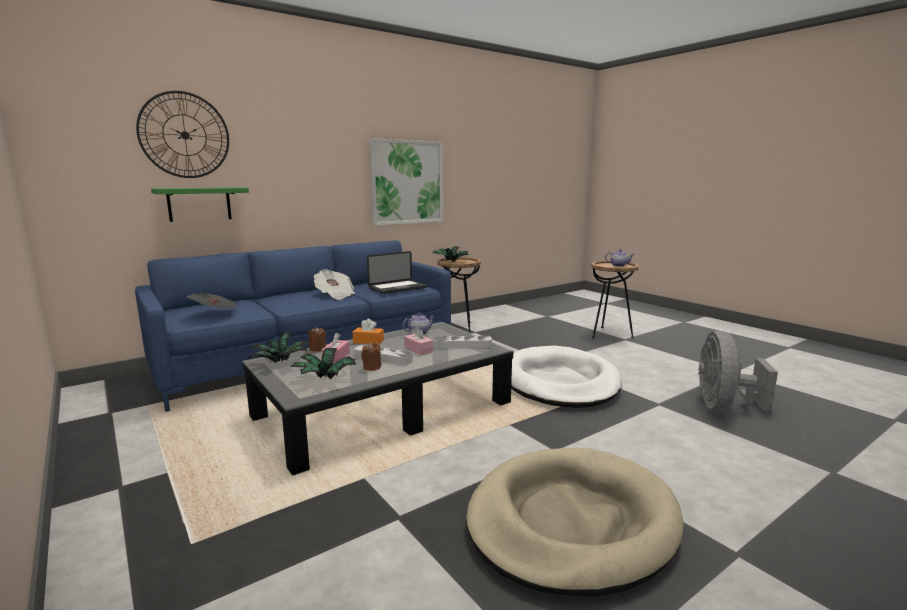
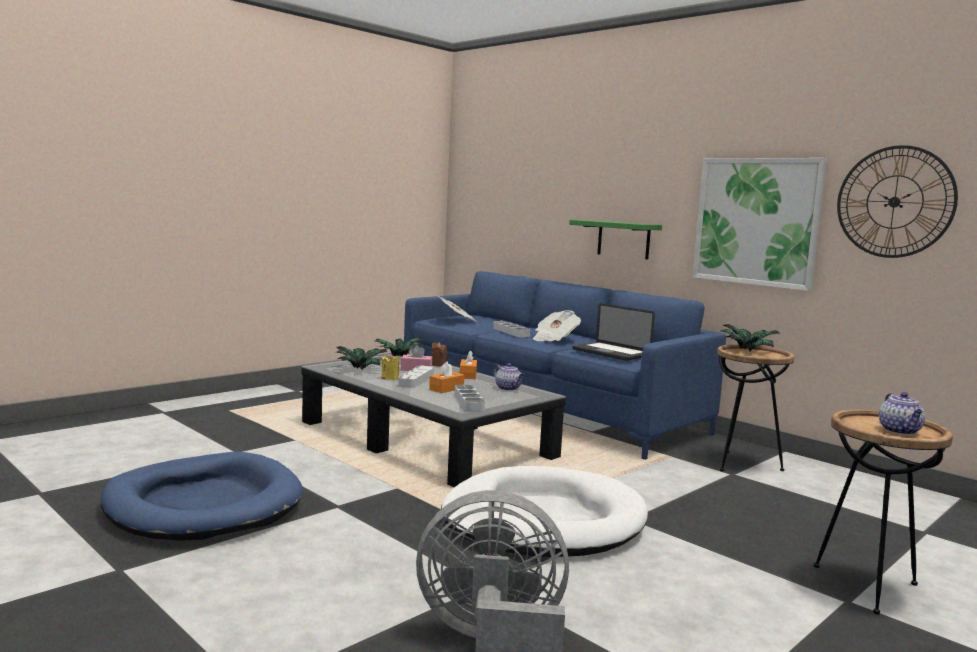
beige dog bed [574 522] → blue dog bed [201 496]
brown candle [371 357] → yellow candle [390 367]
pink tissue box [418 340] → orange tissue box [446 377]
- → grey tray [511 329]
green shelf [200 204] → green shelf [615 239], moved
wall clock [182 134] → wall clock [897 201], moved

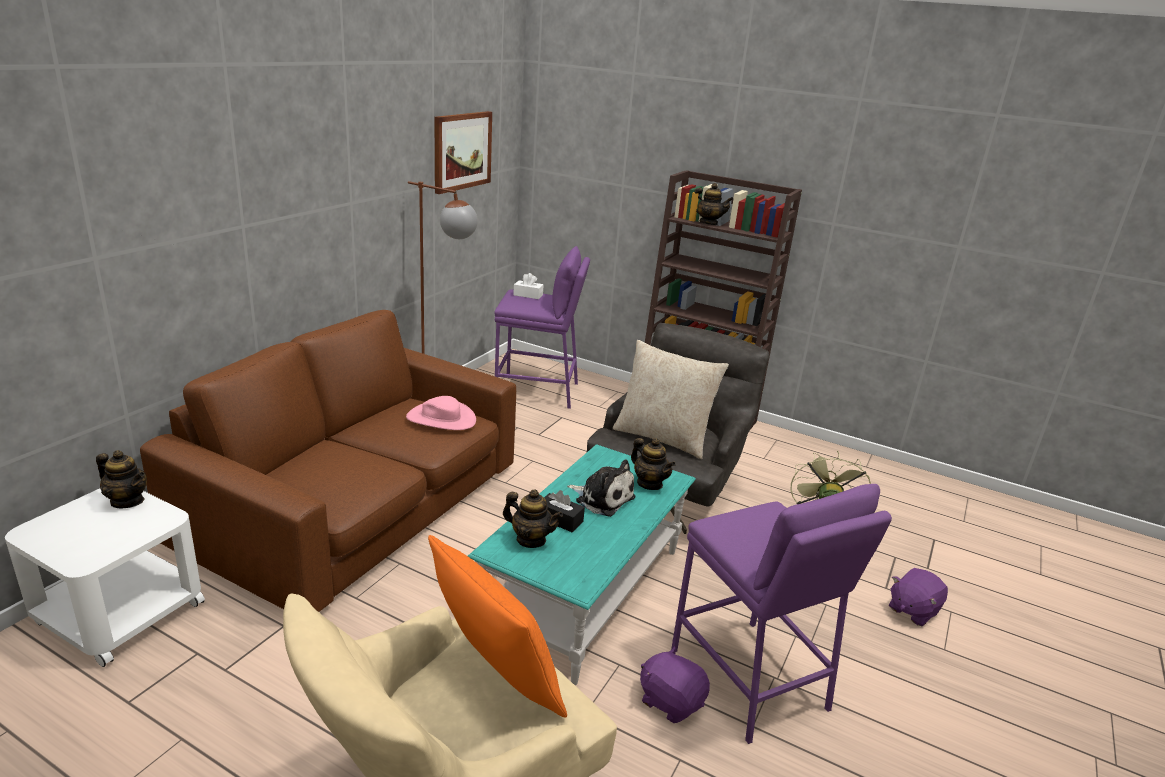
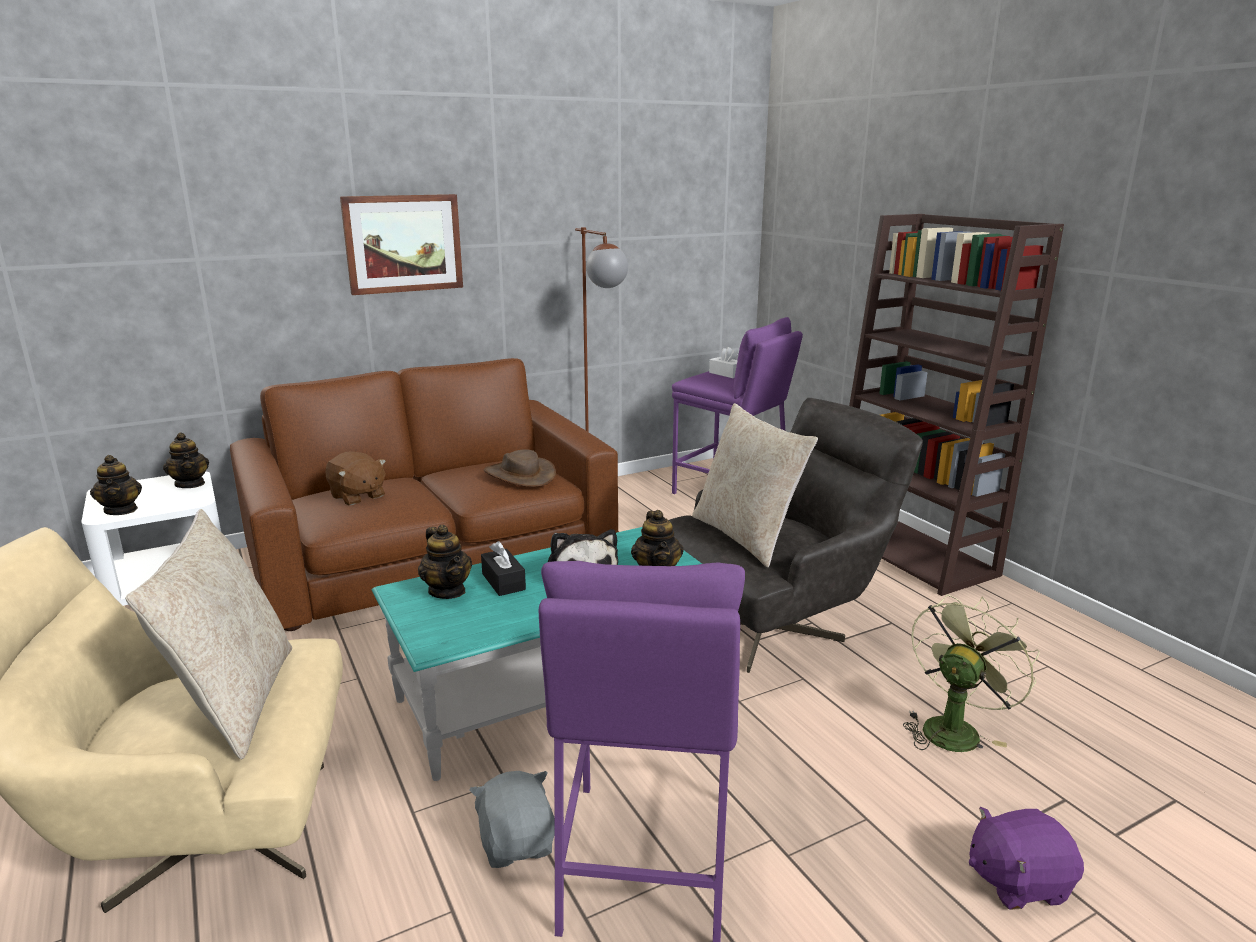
teapot [714 204] → teapot [116 485], moved
orange pillow [497 626] → beige pillow [208 634]
- → brown plush toy [356 478]
picture [463 152] → picture [401 244], moved
purple plush toy [675 684] → grey plush toy [512 819]
pink hat [441 413] → brown hat [520 468]

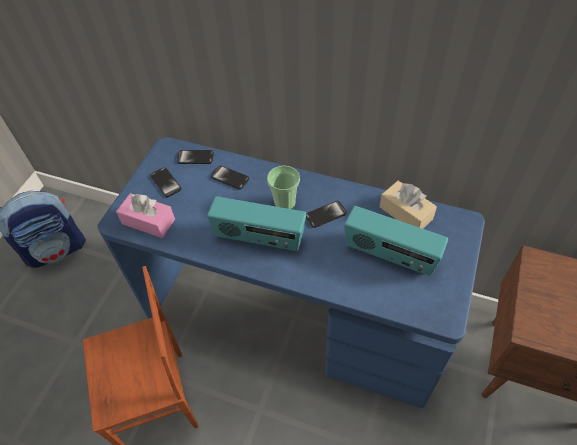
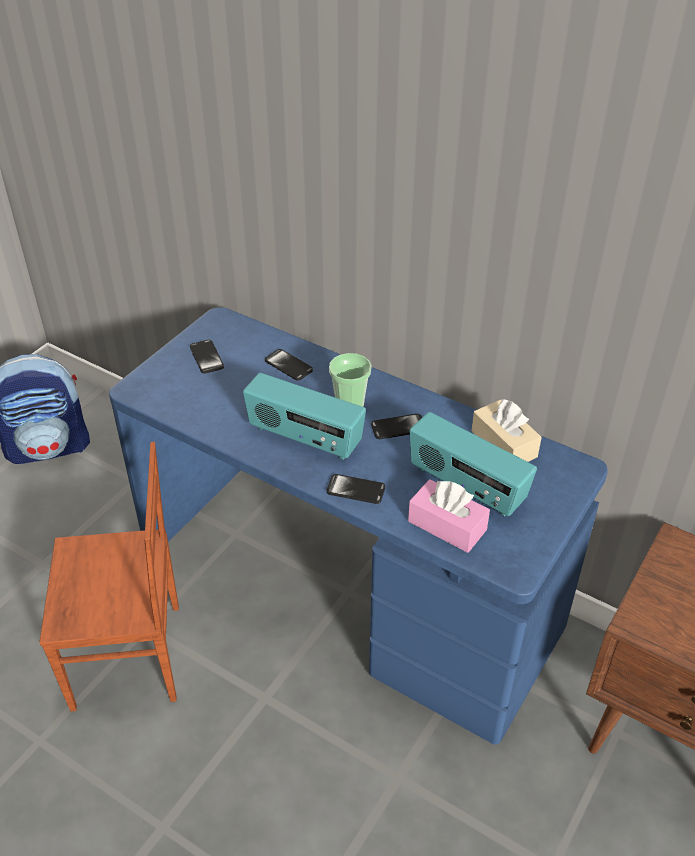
phone [195 157] → phone [356 489], moved
pink tissue box [145 215] → pink tissue box [449 516], moved

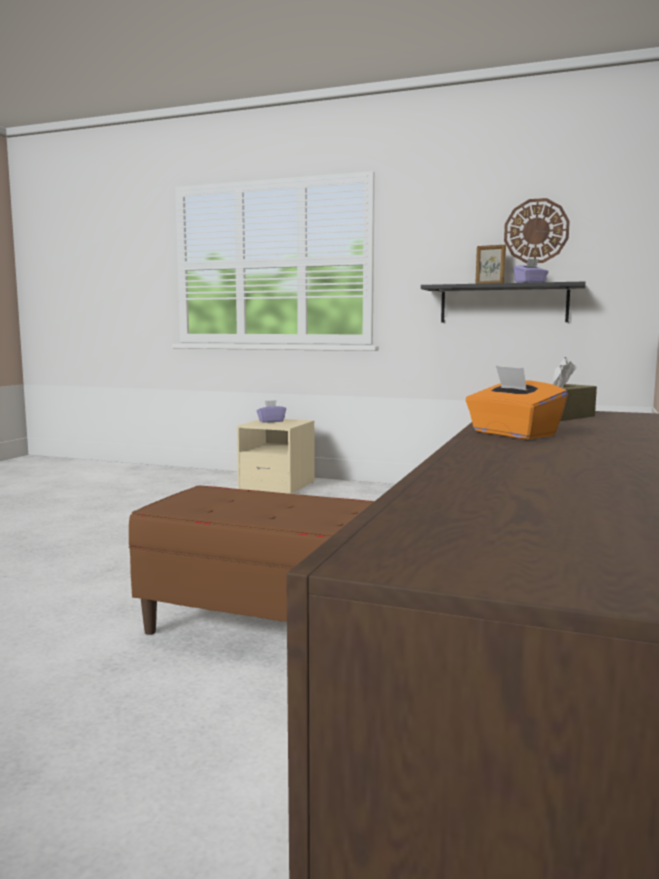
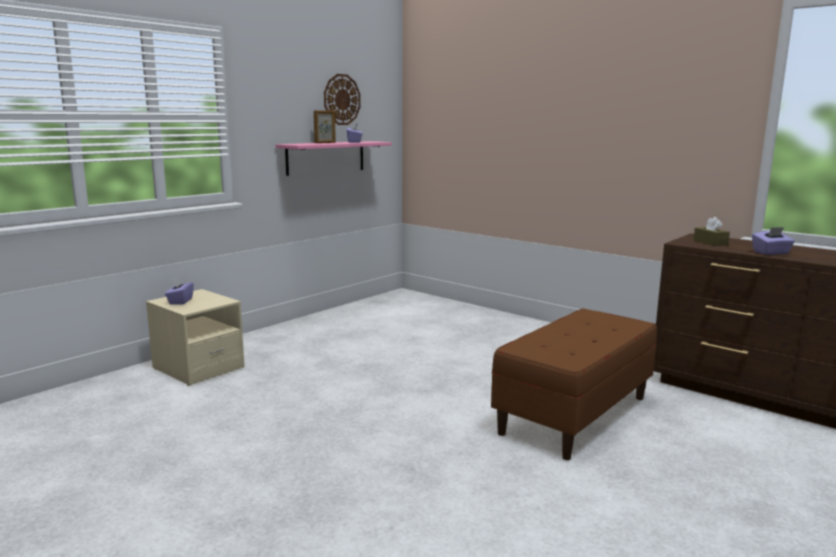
black shelf [503 302] → pink shelf [334 158]
orange tissue box [516 402] → purple tissue box [773 241]

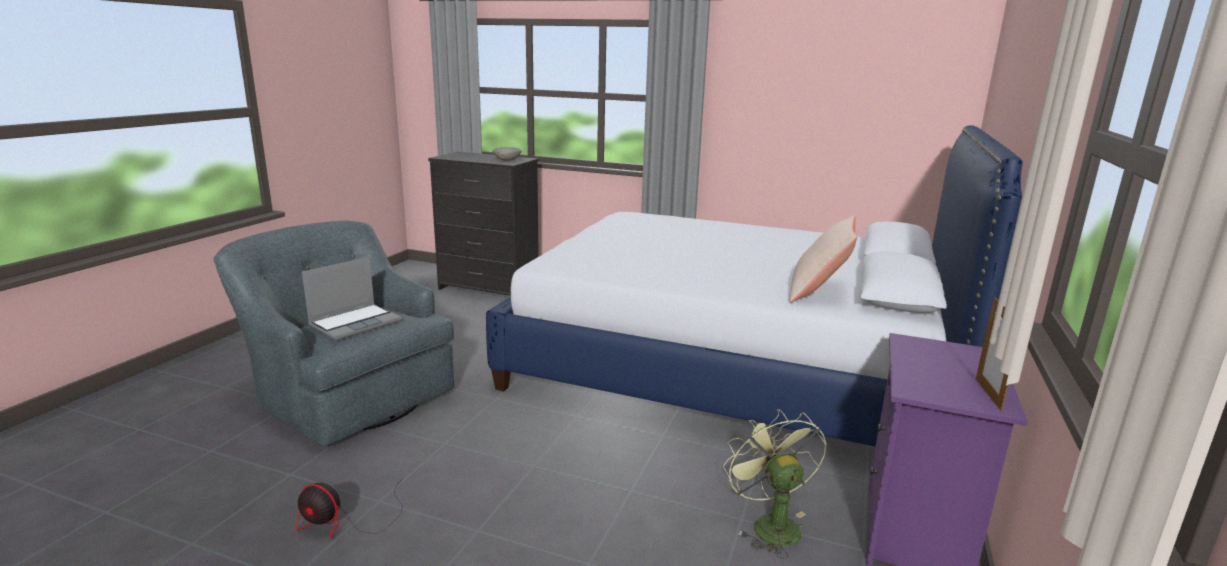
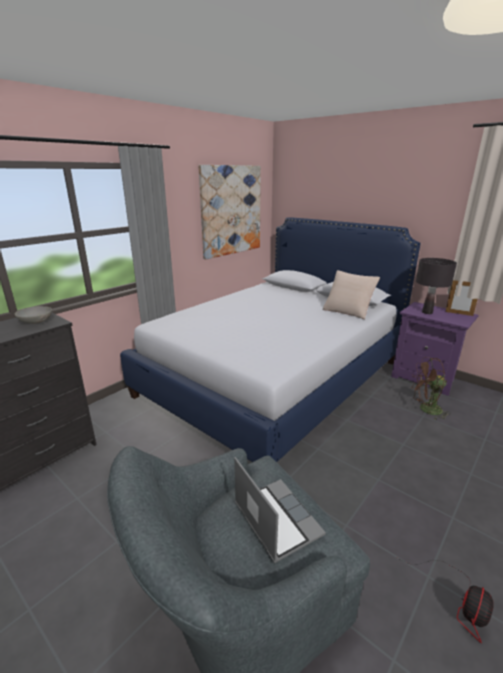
- → picture [229 212]
green fan [775 484] → brown fan [431 388]
- → black table lamp [436 286]

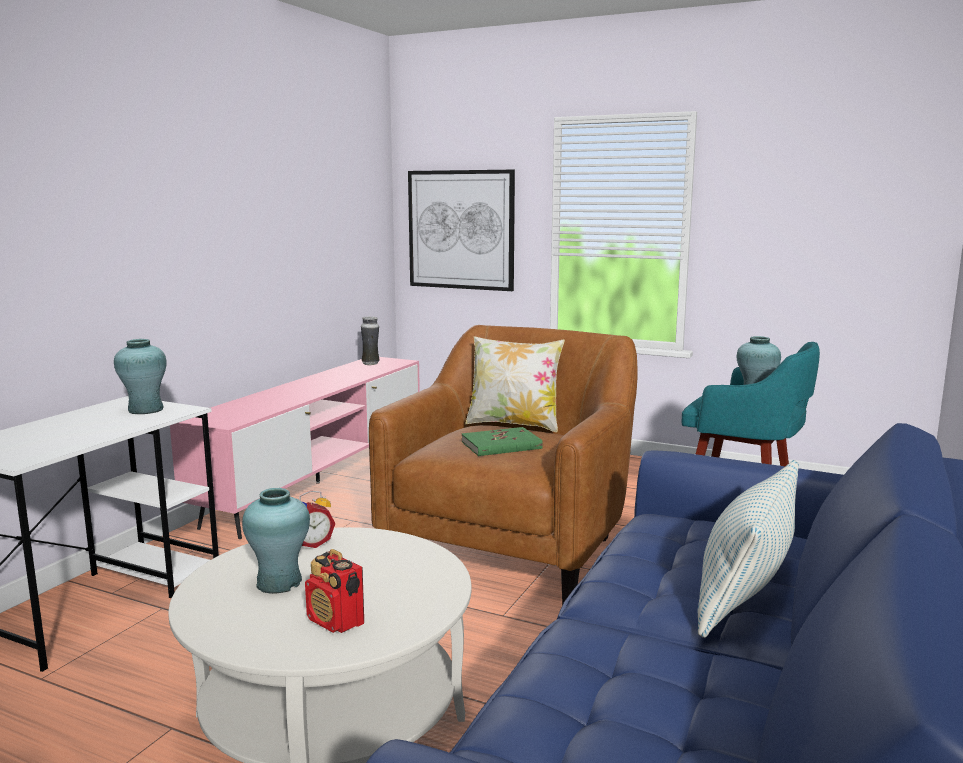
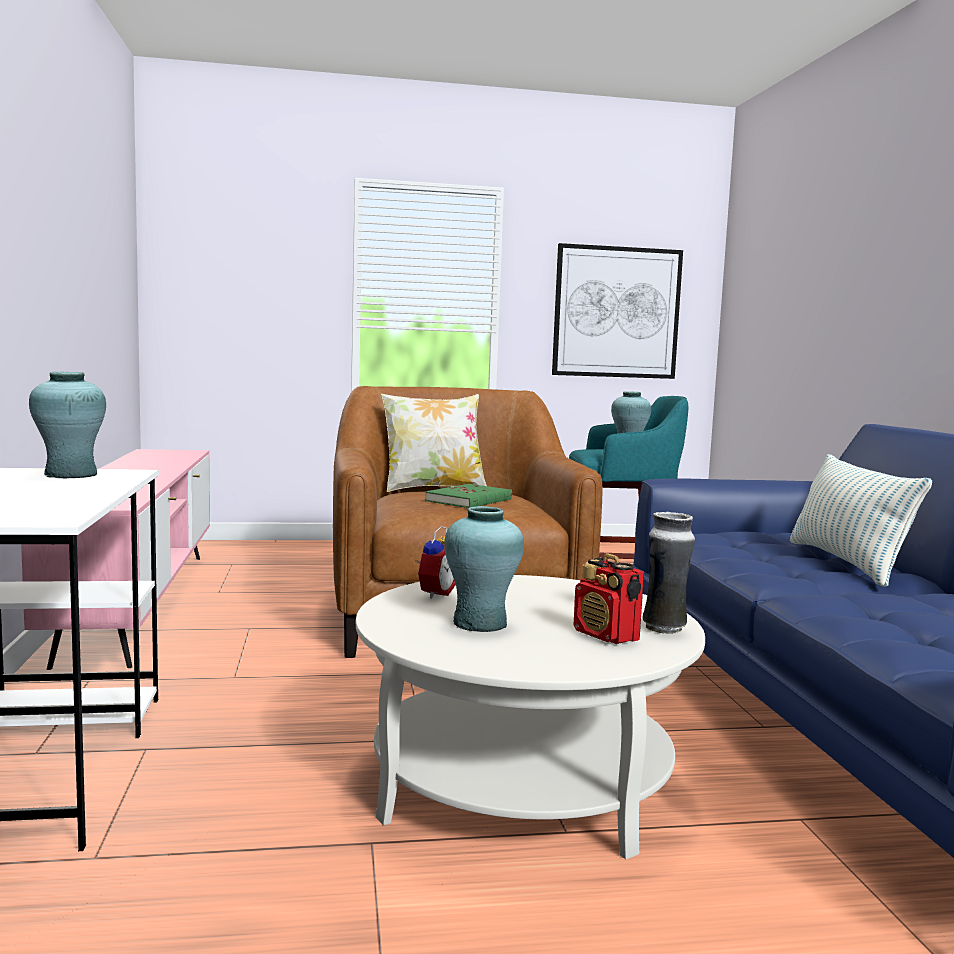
picture [461 230] → picture [617 311], moved
radio [334 591] → radio [609 598], 45 degrees clockwise
vase [370 341] → vase [669 573], moved

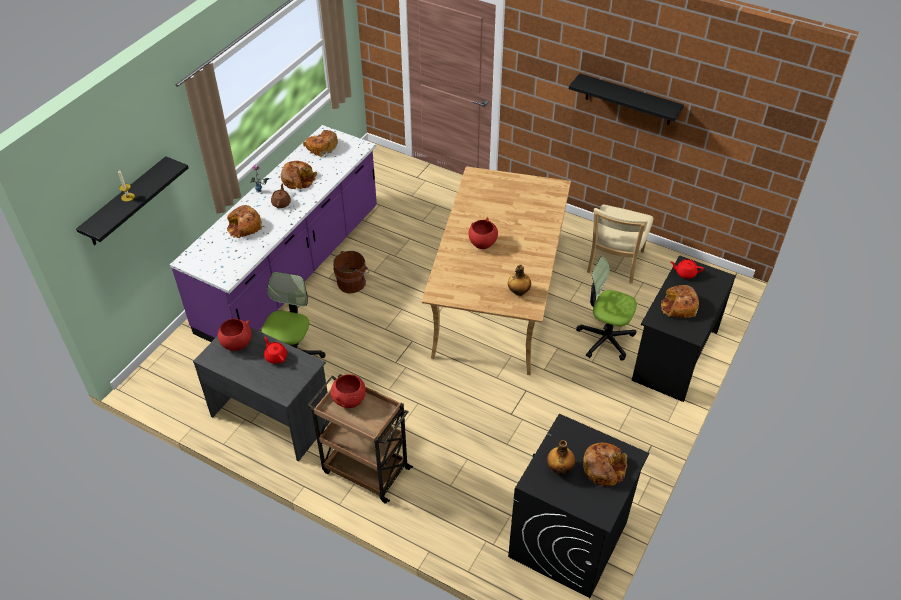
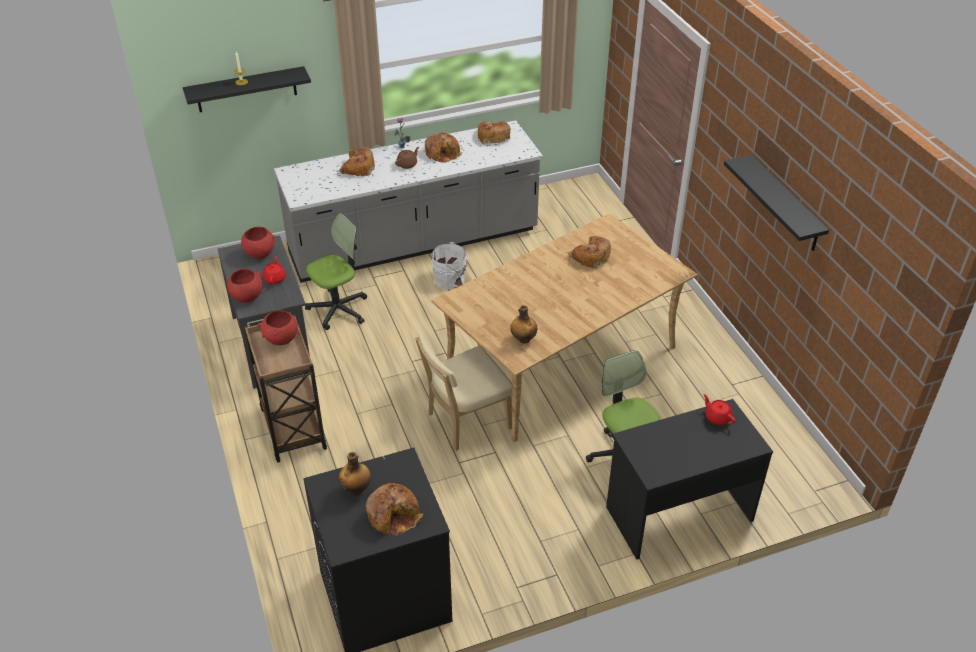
red bowl [483 233] → red bowl [245 286], moved
purple counter [273 233] → grey counter [408 201]
beige chair [620 244] → beige chair [463 391], moved
brown bucket [351 272] → white bucket [450 265]
bread [680 301] → bread [589 252], moved

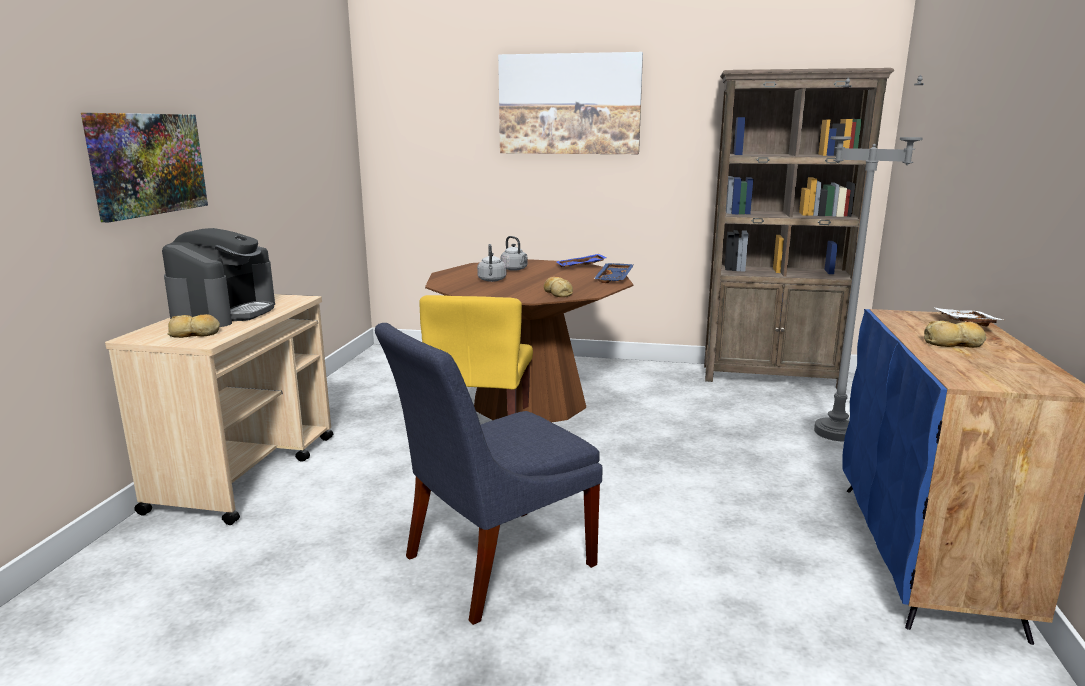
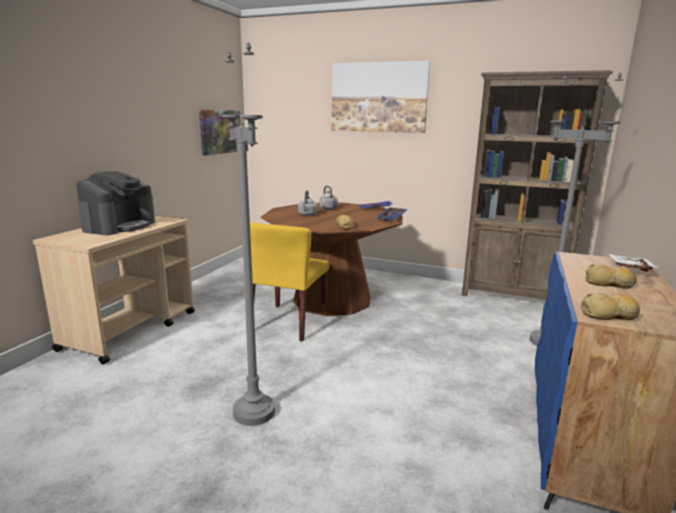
picture [144 167] → picture [219 132], moved
blue chair [489 474] → grey floor lamp [248 234]
bread [194 326] → bread [610 306], moved

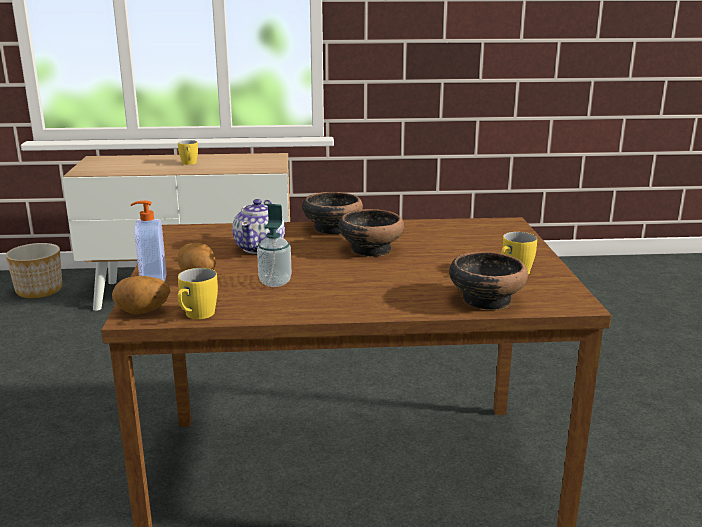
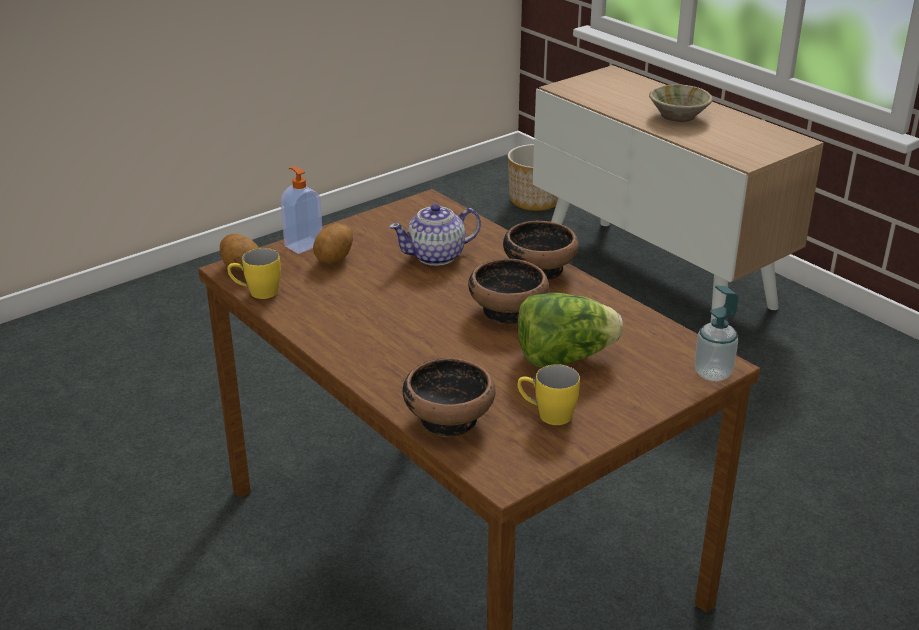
- → lettuce [570 330]
yellow mug [188 152] → beige bowl [681 103]
soap dispenser [274 245] → soap dispenser [716 333], moved

